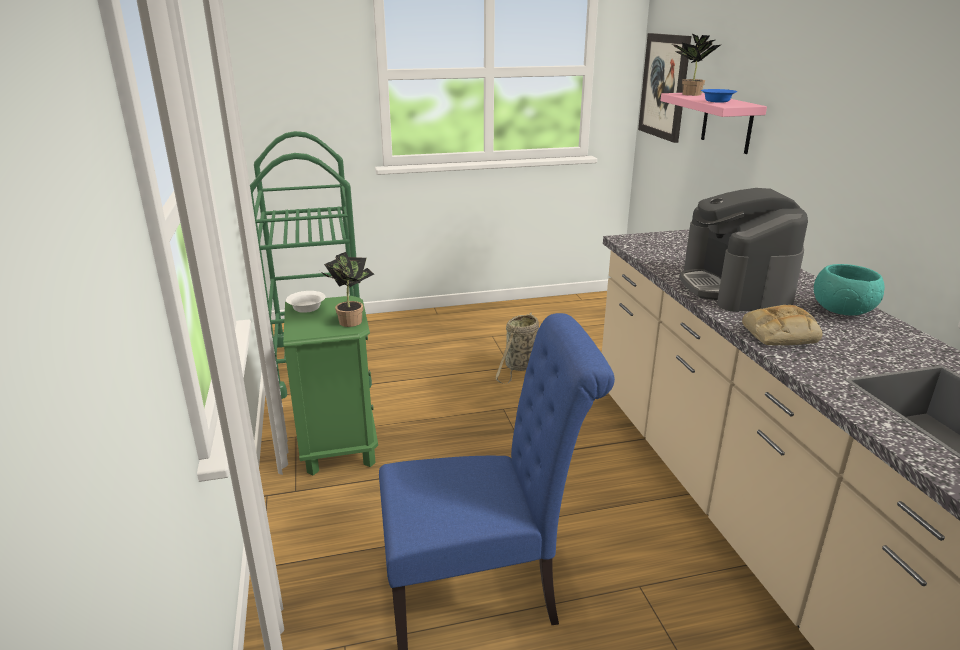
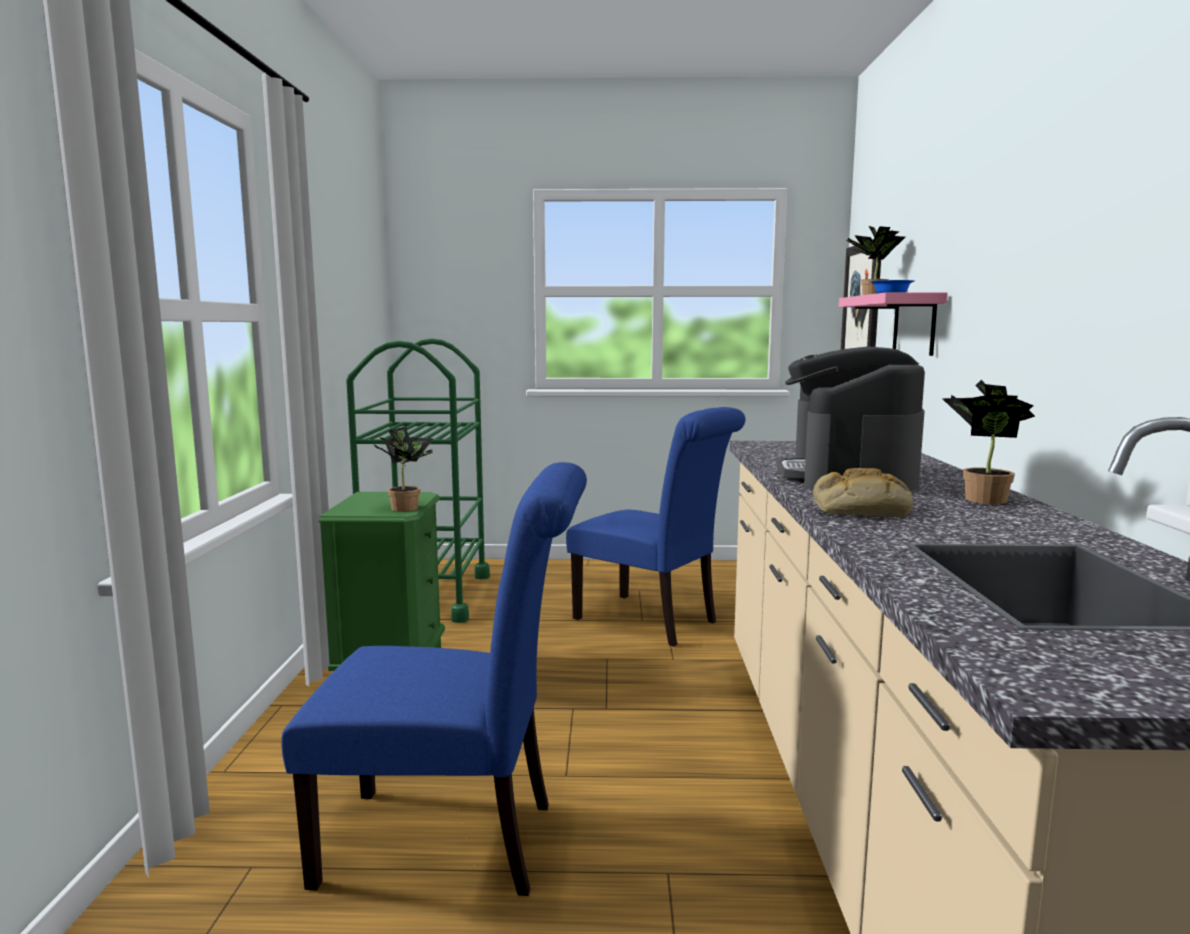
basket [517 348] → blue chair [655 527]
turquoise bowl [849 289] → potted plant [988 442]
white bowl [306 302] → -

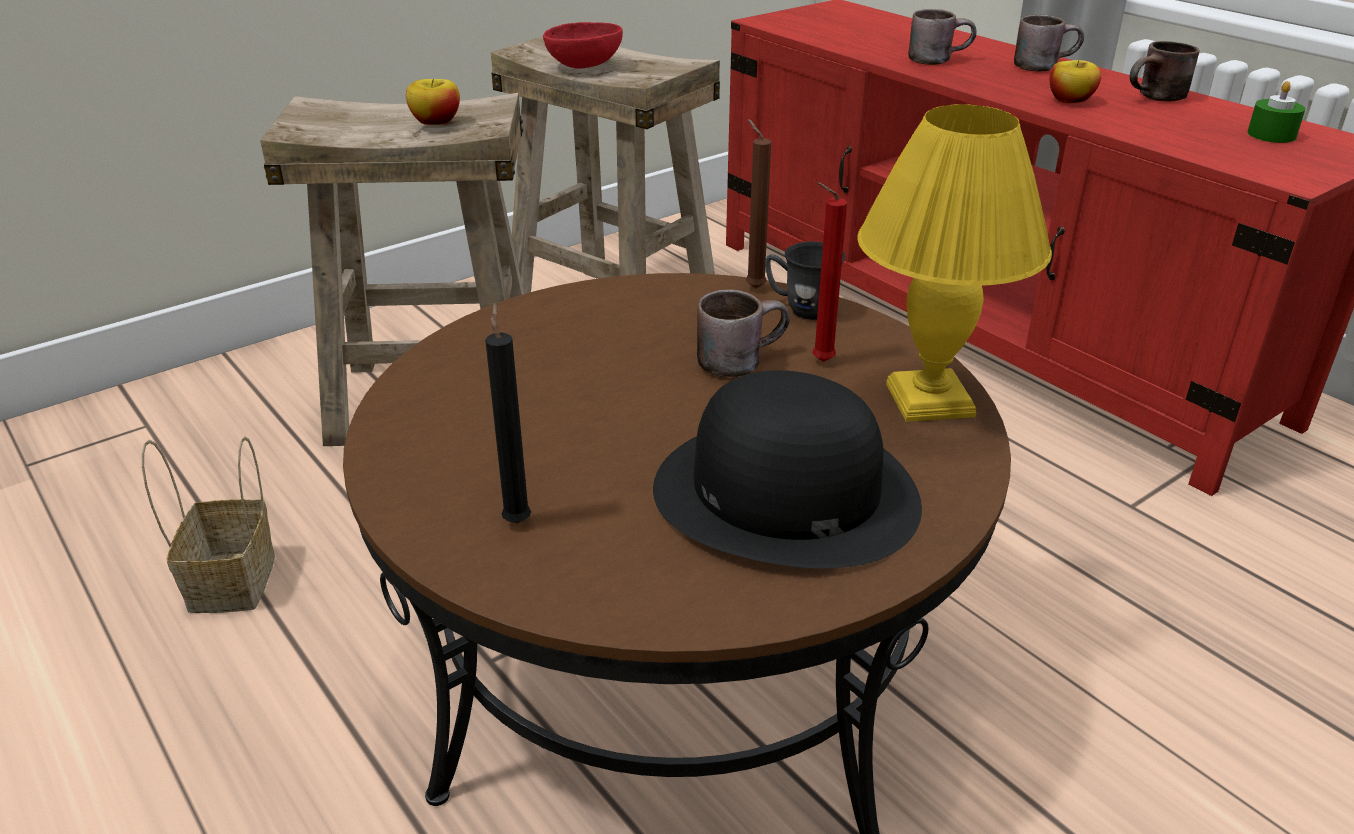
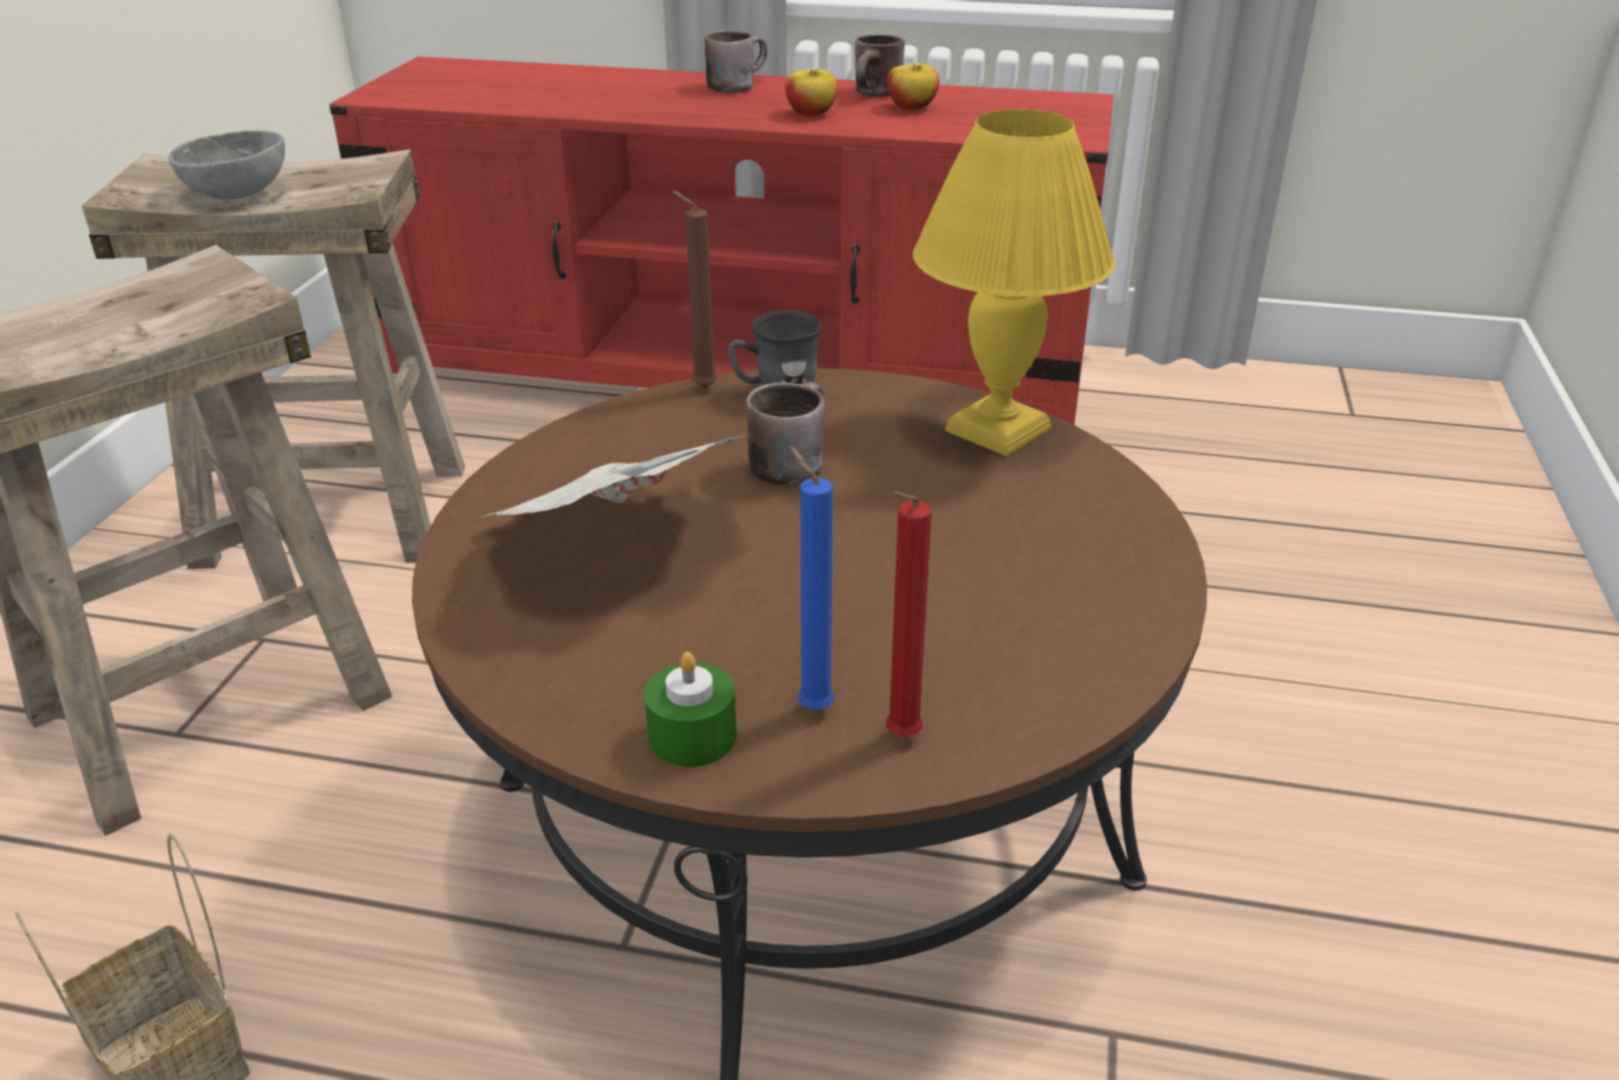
red bowl [583 45] → grey bowl [226 165]
- → newspaper [614 476]
green candle [1276 112] → green candle [690 709], moved
black candle [508 413] → blue candle [811 578]
red candle [829 272] → red candle [909 614], moved
apple [433 102] → apple [913 87], moved
black hat [787 469] → -
brown mug [943 37] → -

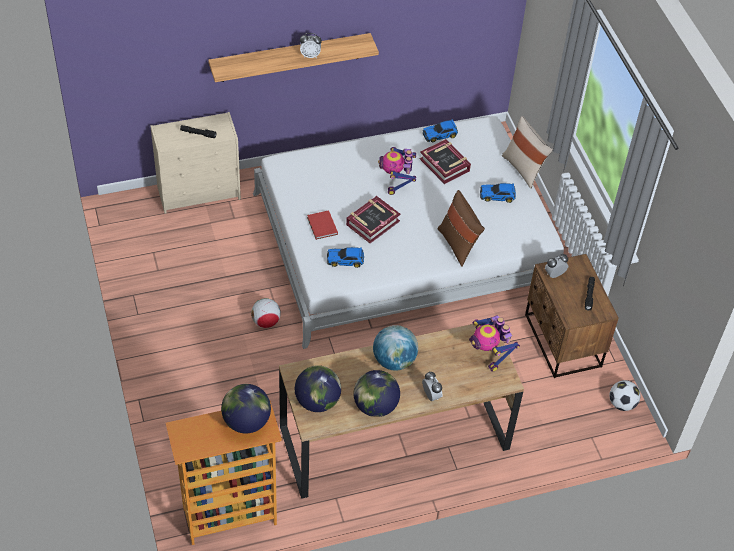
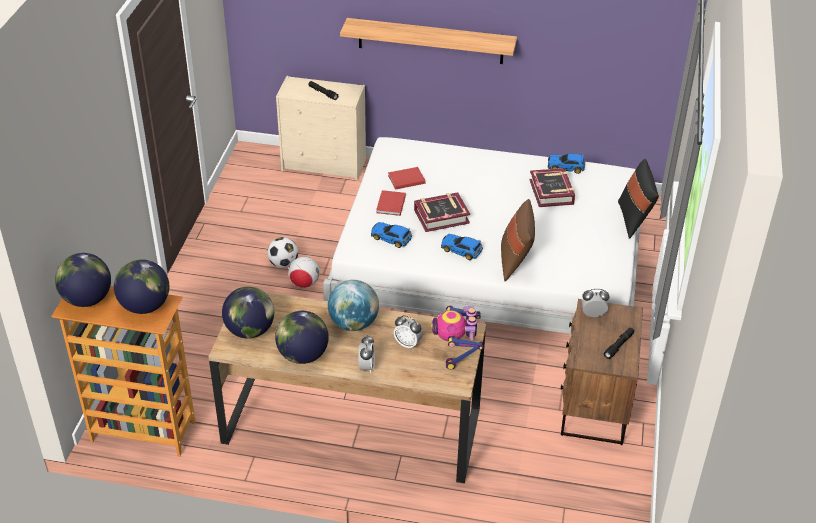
- → globe [83 280]
football [625 395] → football [282 252], moved
- → red book [406 178]
alarm clock [311 45] → alarm clock [408 332], moved
toy car [498 193] → toy car [462 247], moved
beige pillow [527 152] → black pillow [638 199]
toy robot [397 171] → -

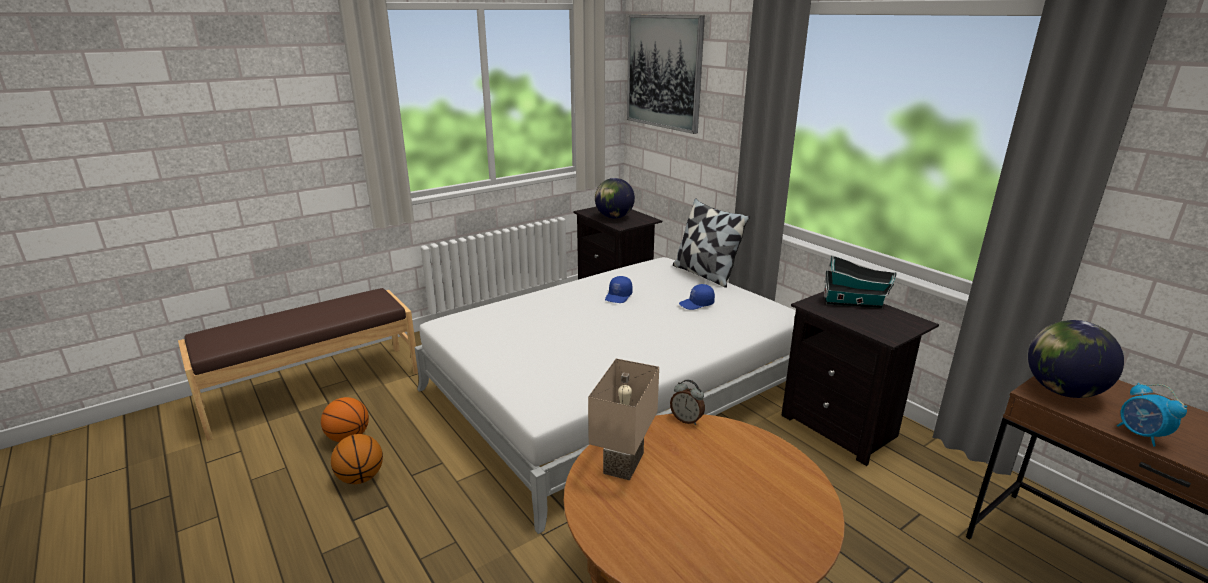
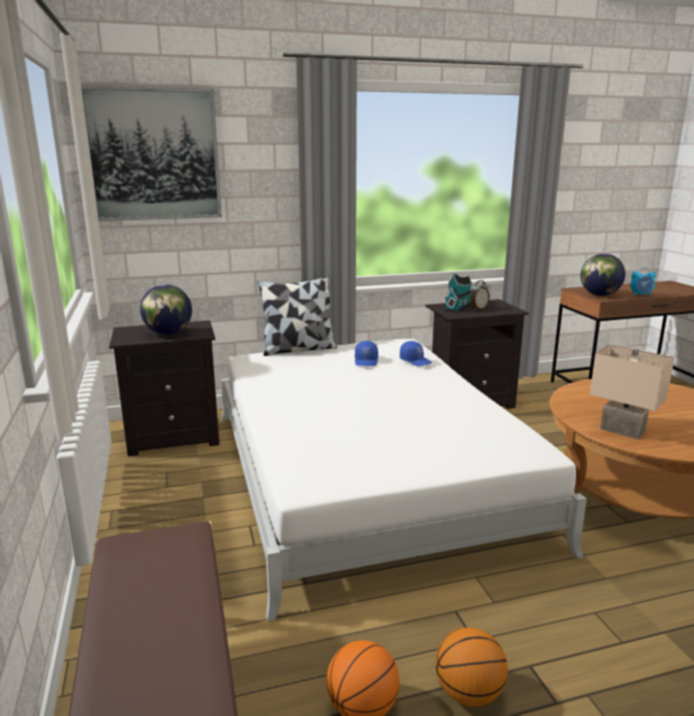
blue cap [619 289] → blue cap [416 353], moved
alarm clock [687 402] → alarm clock [480 295], moved

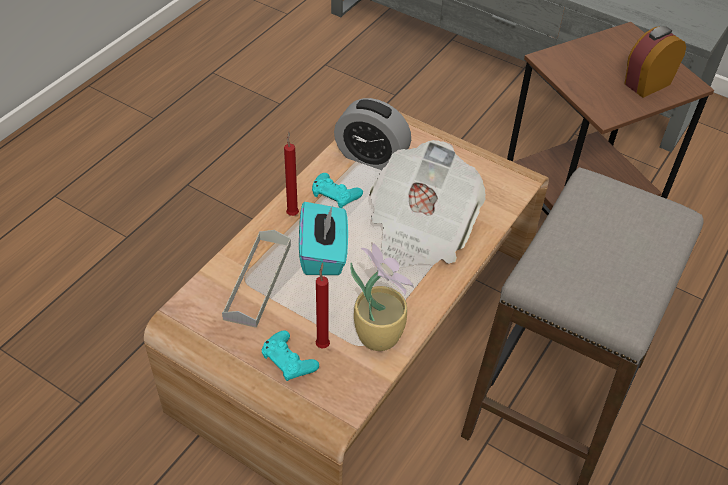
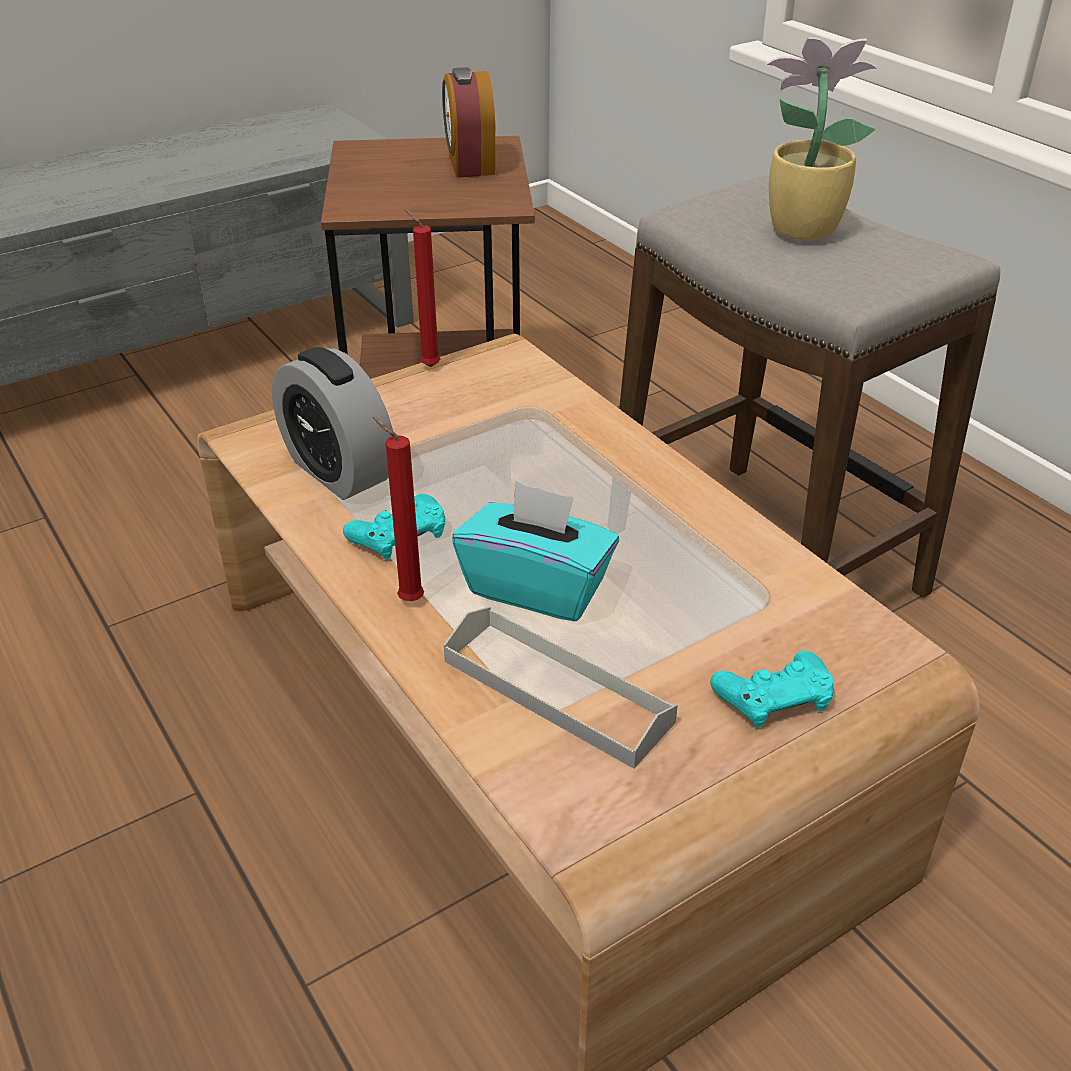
alarm clock [372 134] → alarm clock [332 423], 90 degrees clockwise
red candle [323 305] → red candle [422 288], moved
potted plant [382 297] → potted plant [821 138], moved
newspaper [427 203] → -

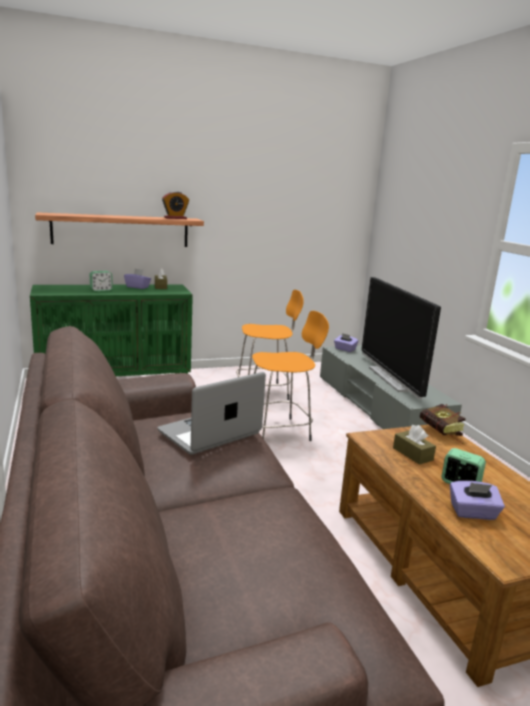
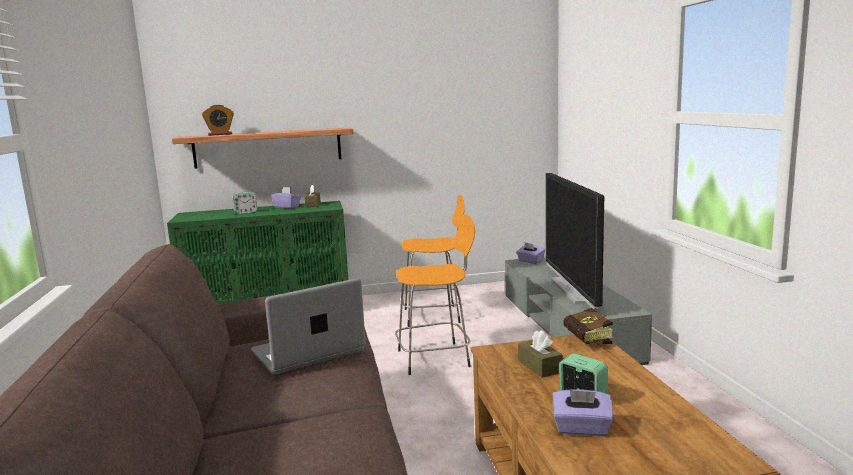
alarm clock [175 205] → alarm clock [218 120], moved

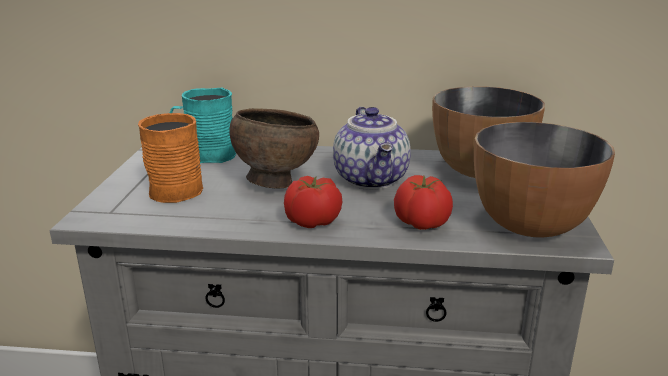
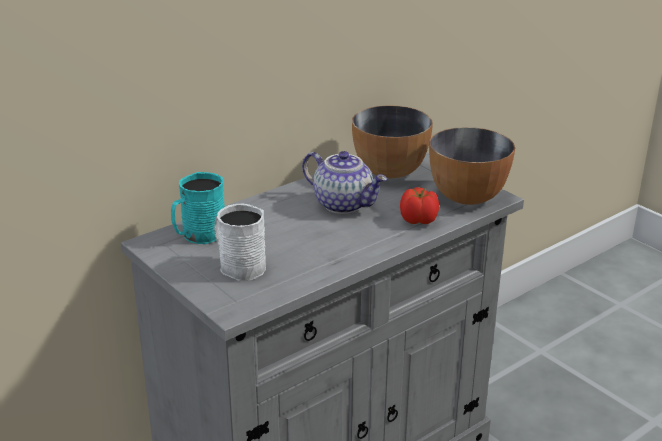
orange mug [170 158] → white mug [240 242]
brown bowl [274 148] → -
tomato [313 202] → -

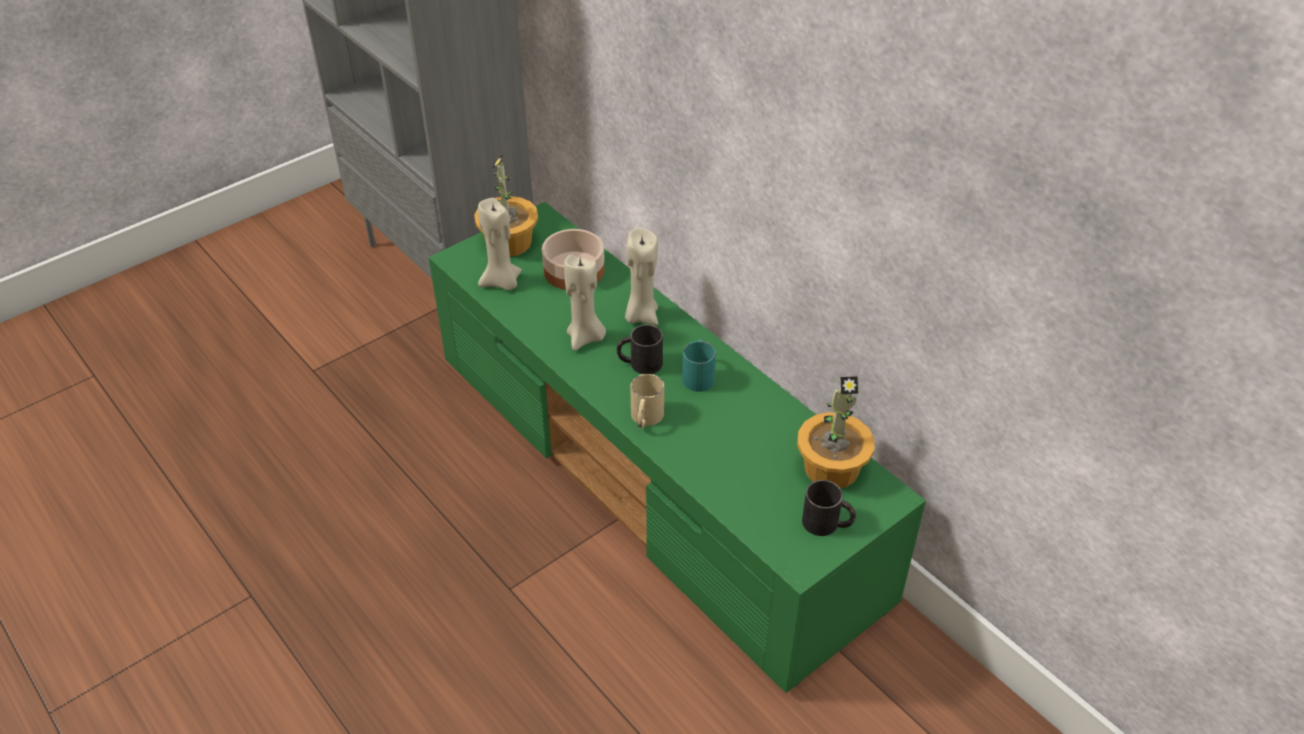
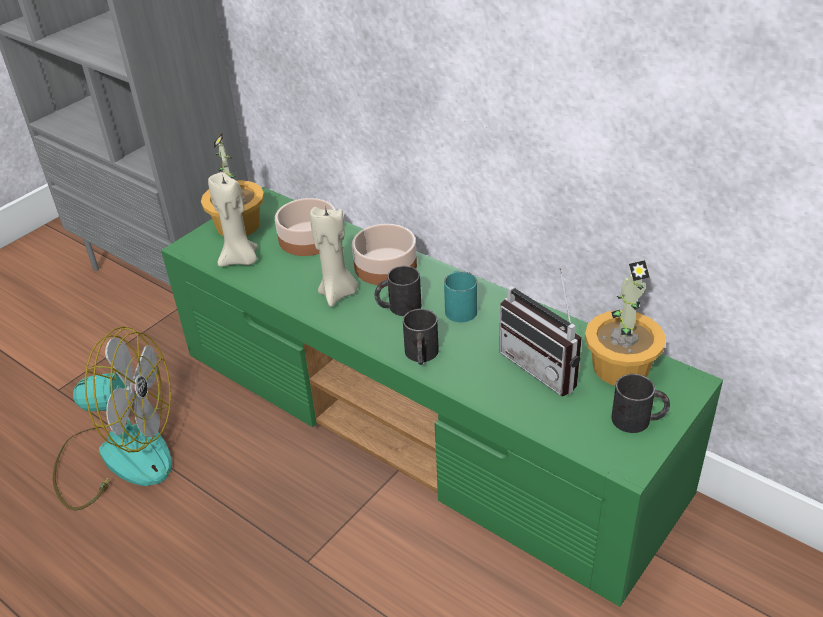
- → fan [112 418]
beige candle [641 276] → bowl [384 254]
beige mug [647 401] → black mug [421 337]
- → radio [540 332]

